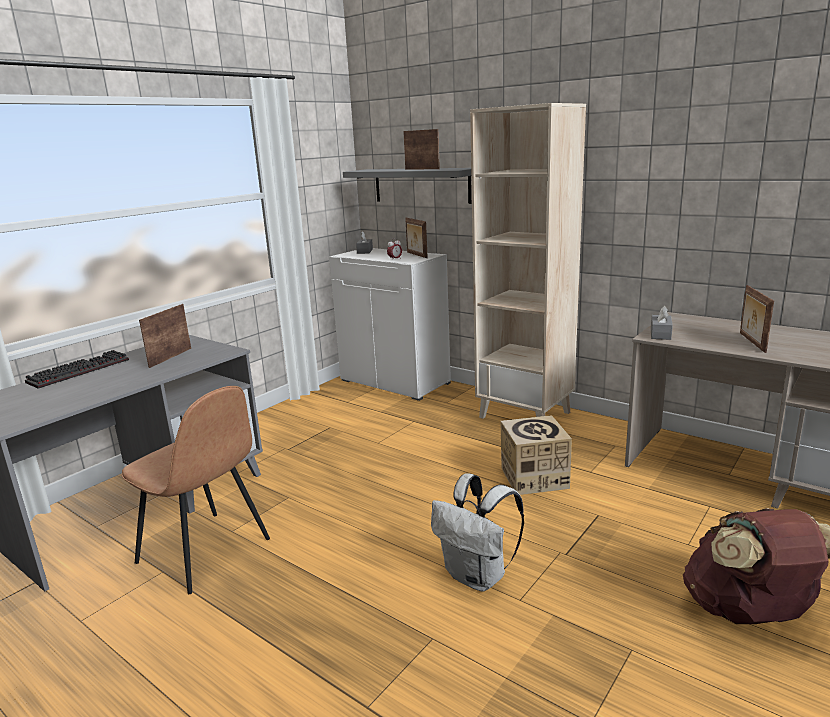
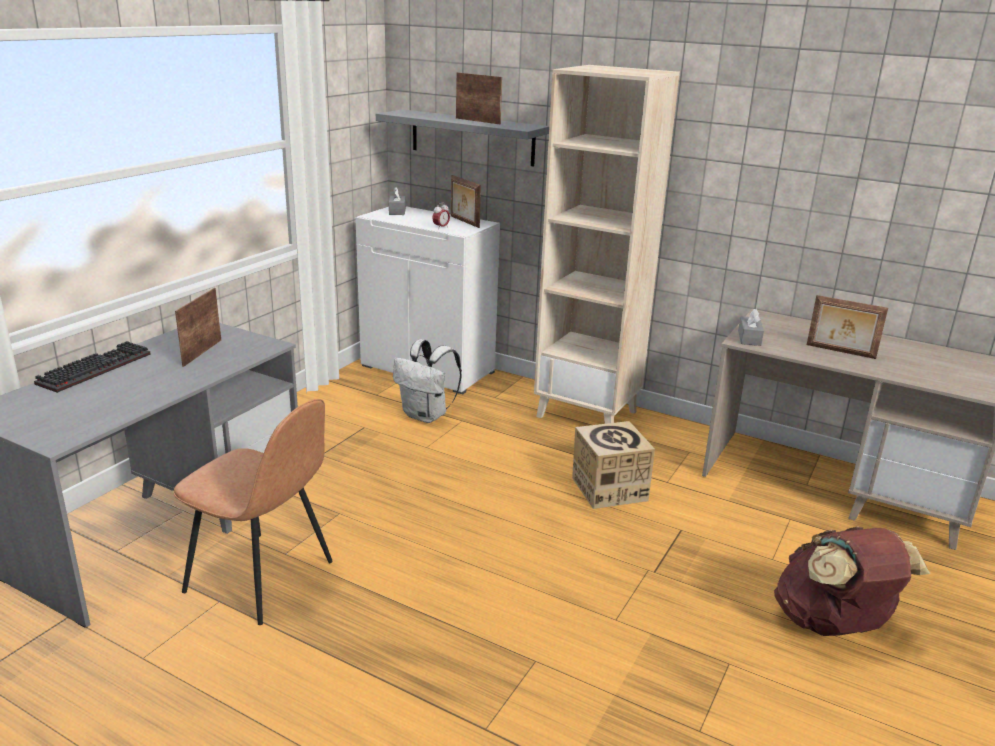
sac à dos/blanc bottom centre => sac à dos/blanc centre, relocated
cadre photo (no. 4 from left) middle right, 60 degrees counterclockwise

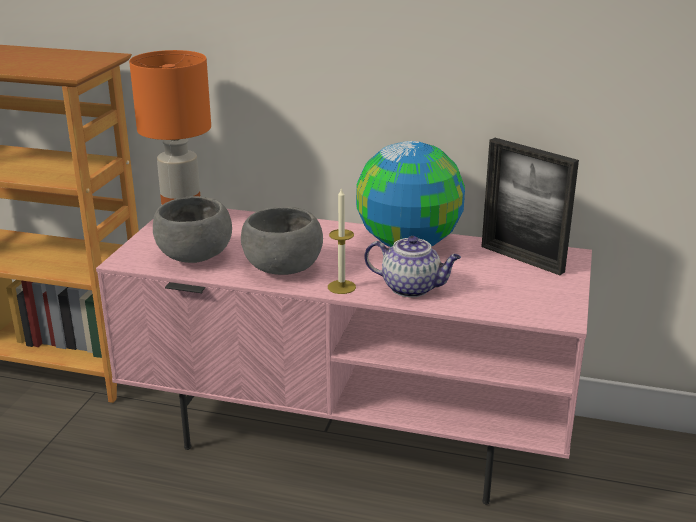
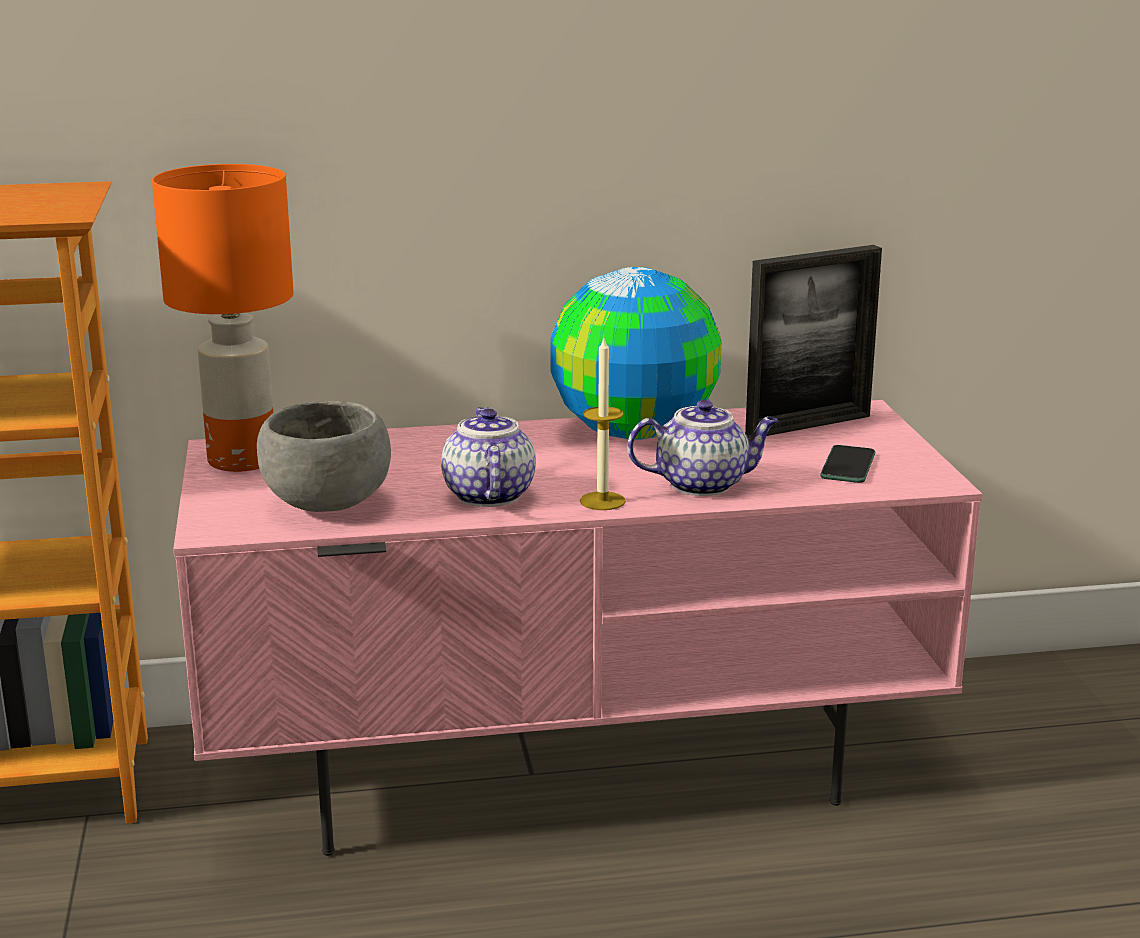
nothing => téléphone middle right
bol/gris (no. 2 from left) centre => théière (no. 1 from left) centre
cadre photo middle right, 45 degrees counterclockwise

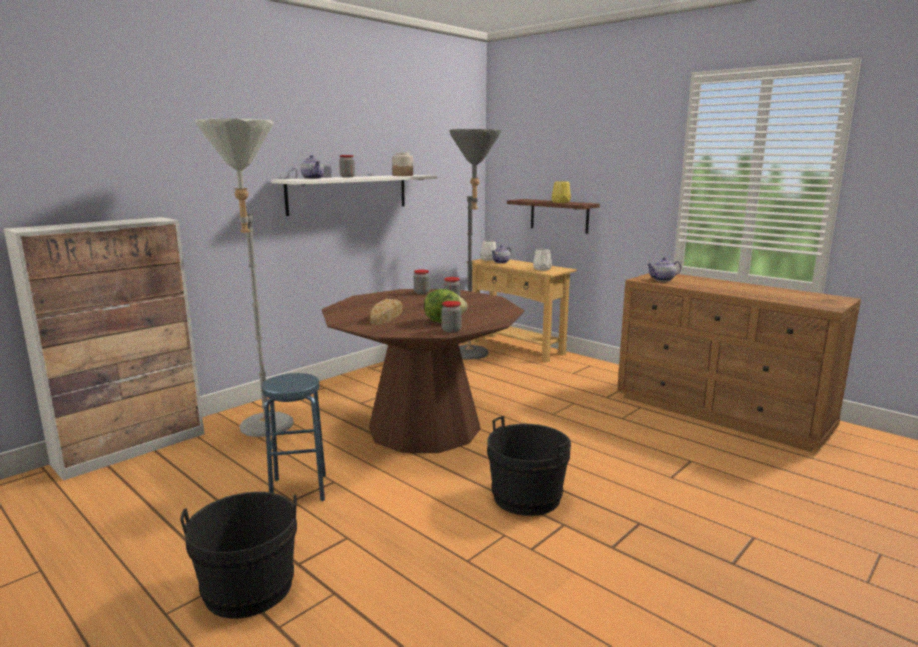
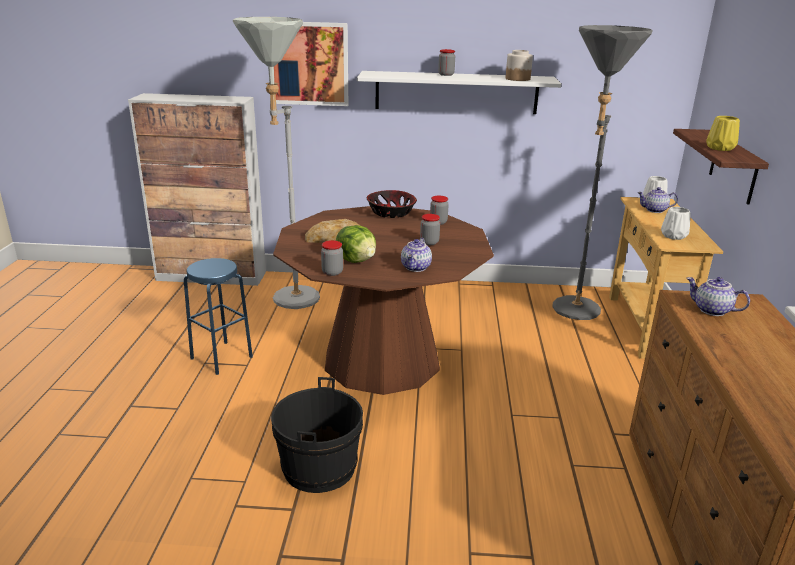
seau/noir (no. 1 from left) bottom left => nothing
nothing => tableau top centre
nothing => bol centre
théière (no. 1 from left) top centre => théière (no. 1 from left) centre, relocated

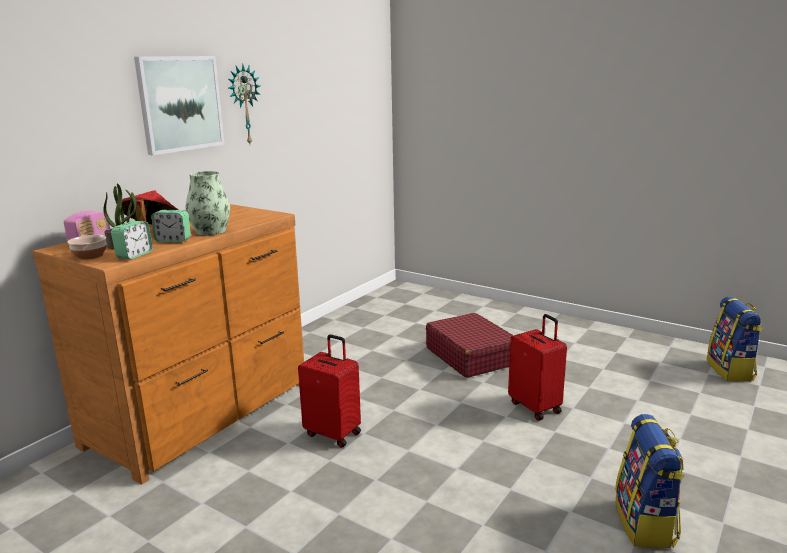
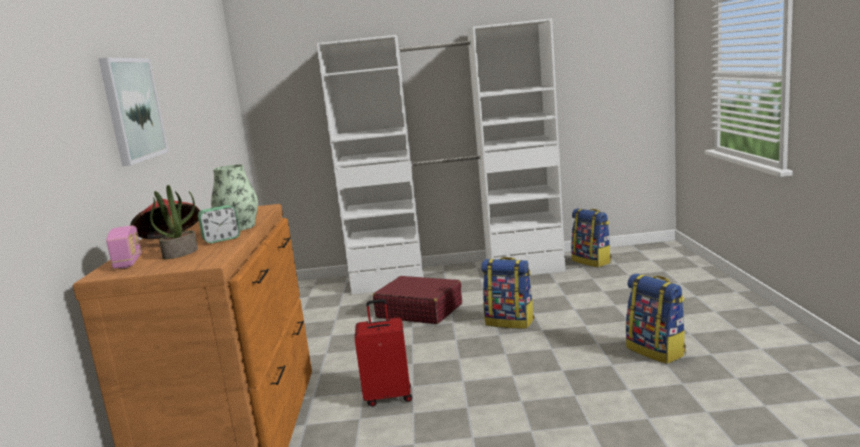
bol middle left => nothing
réveil (no. 1 from left) middle left => nothing
horloge murale top left => nothing
nothing => armoire/blanc centre
valise/rouge (no. 3 from left) middle right => sac à dos (no. 1 from left) centre

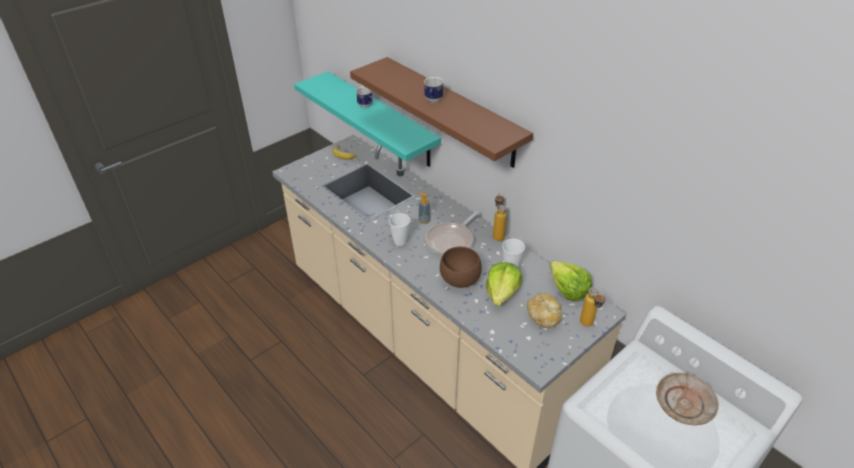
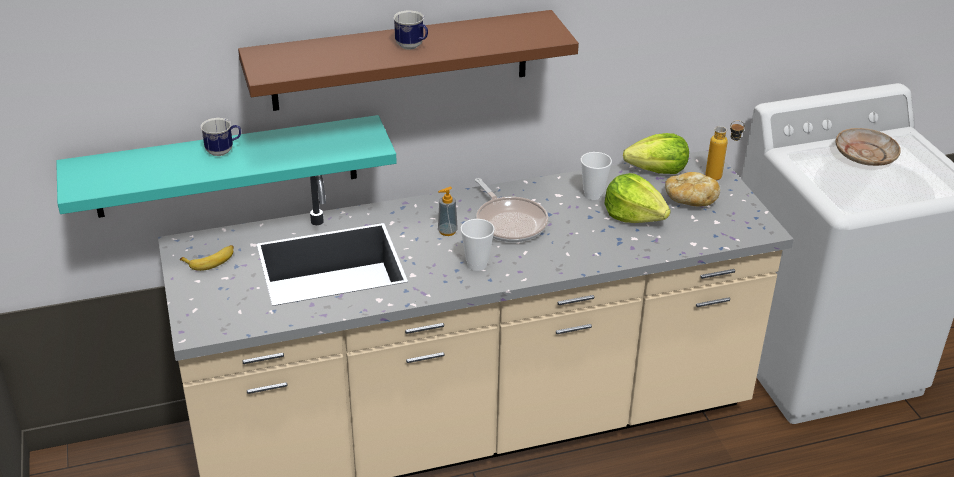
bol/marron centre => nothing
bouteille (no. 1 from left) centre => nothing

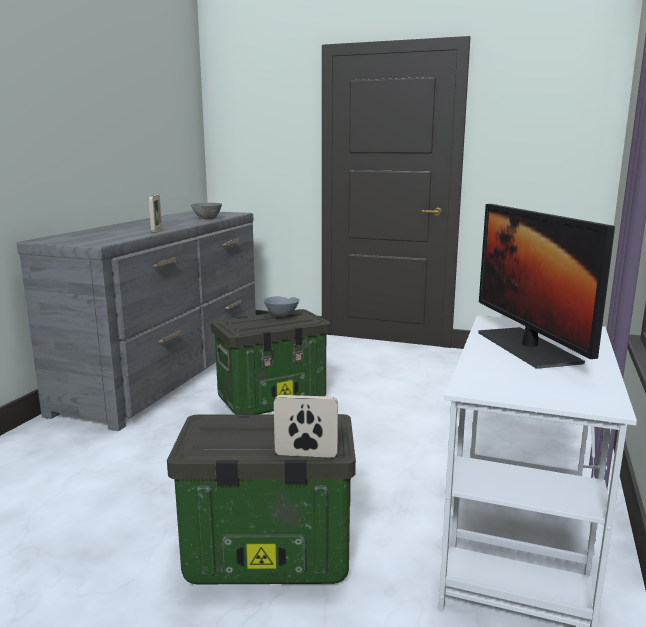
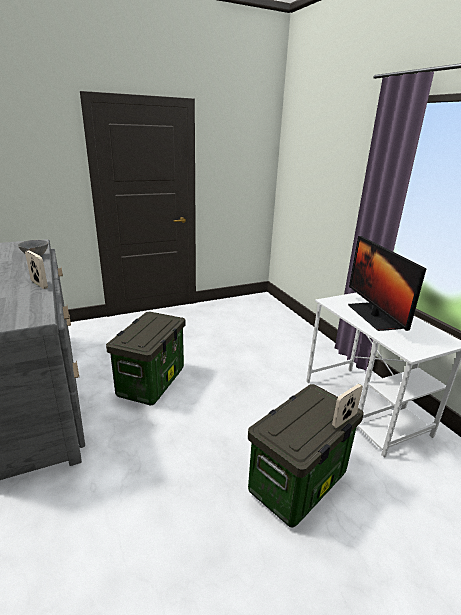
bol/gris (no. 2 from left) centre => nothing
écran d'ordinateur middle right, 45 degrees clockwise

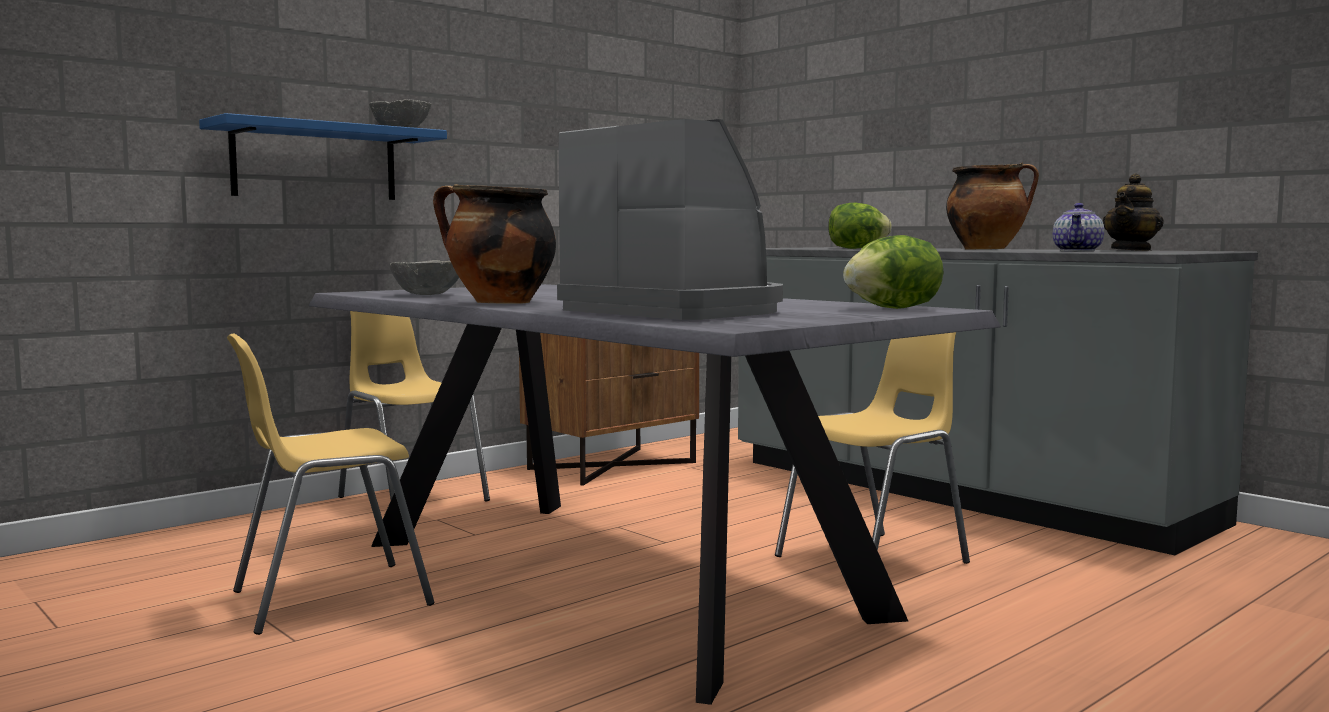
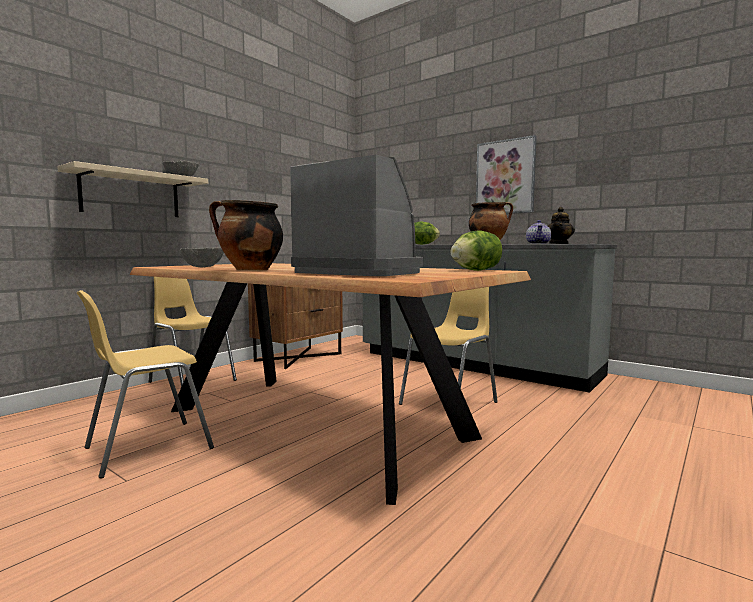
nothing => tableau top right
étagère/bleu top left => étagère/beige top left
table à manger/gris bottom centre => table à manger/marron centre

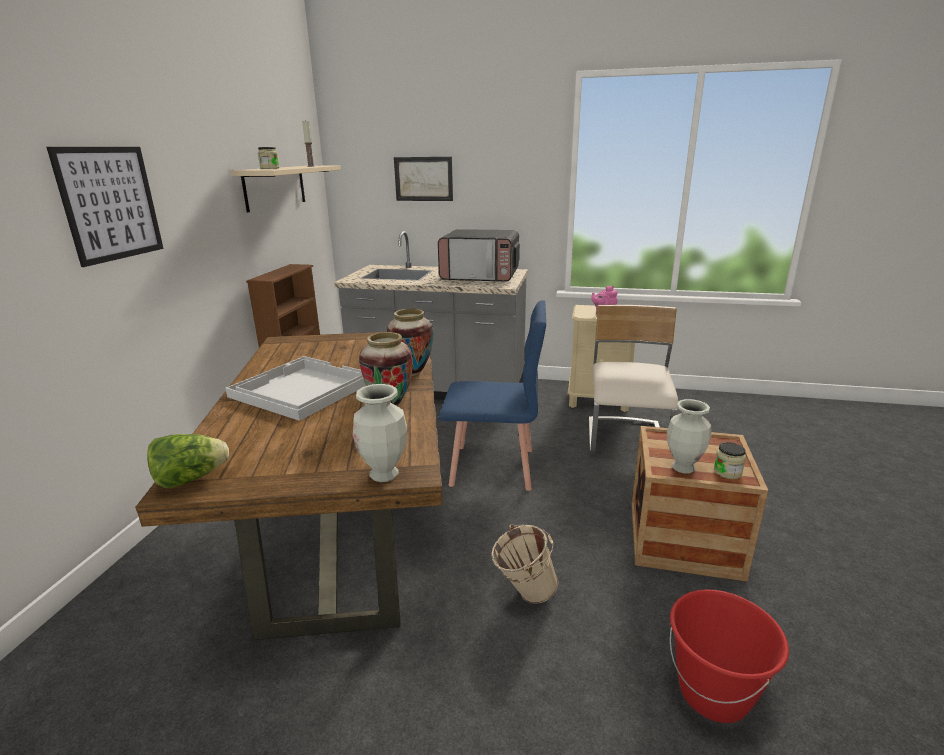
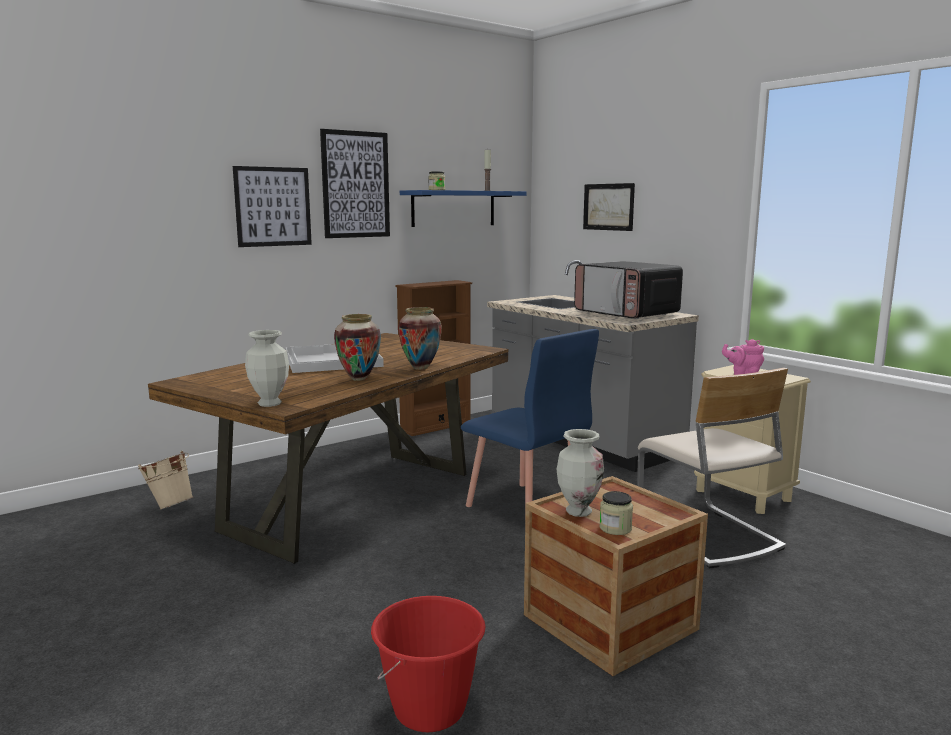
laitue middle left => nothing
nothing => tableau (no. 2 from left) top centre
seau/beige bottom centre => seau/beige middle left, relocated
étagère/beige top left => étagère/bleu top centre
chaise/beige middle right, 105 degrees clockwise

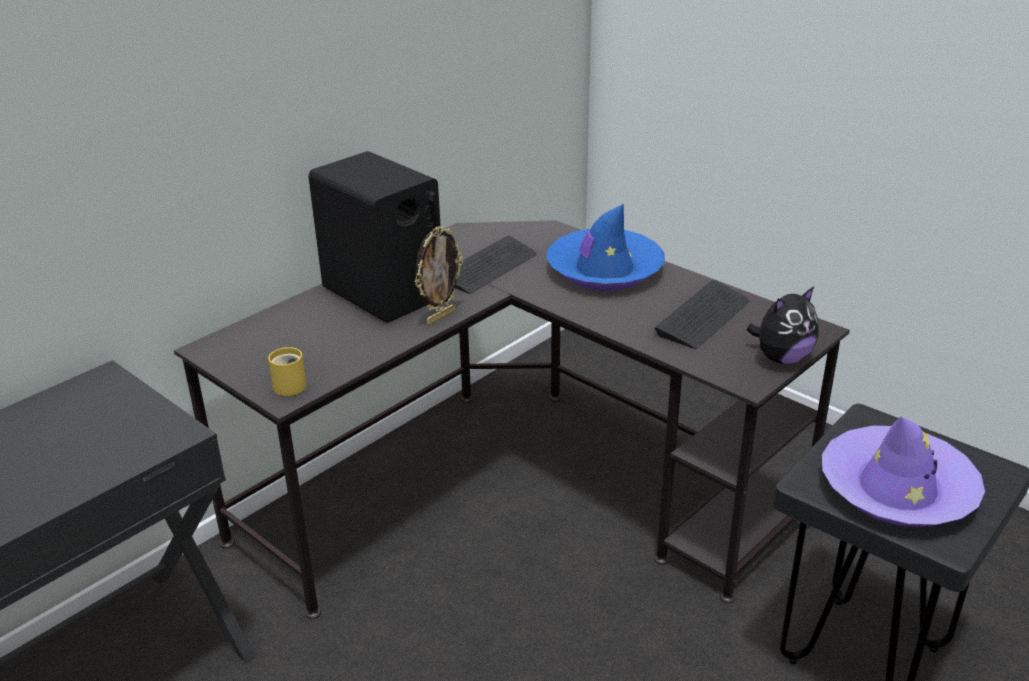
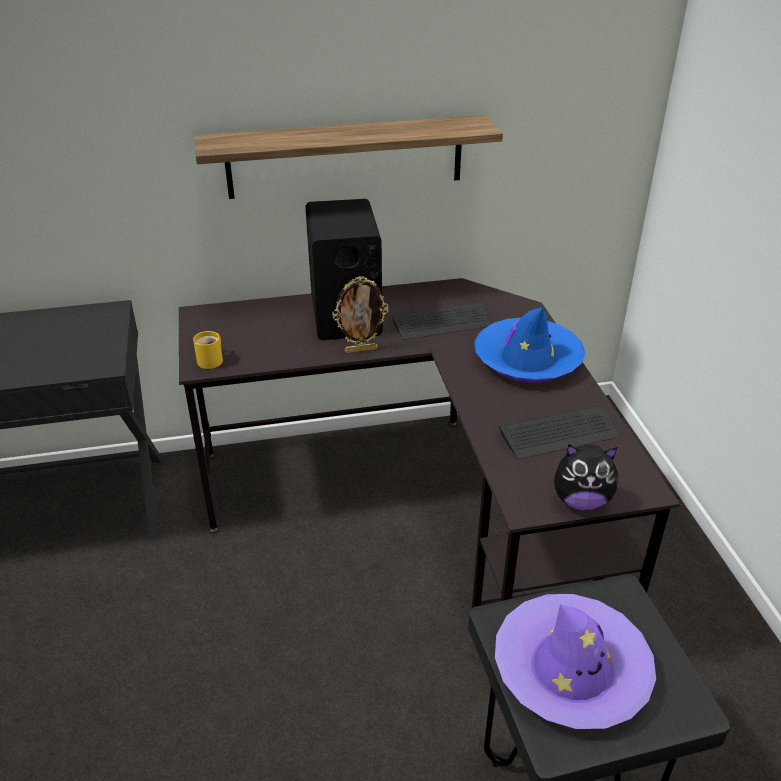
nothing => étagère top centre

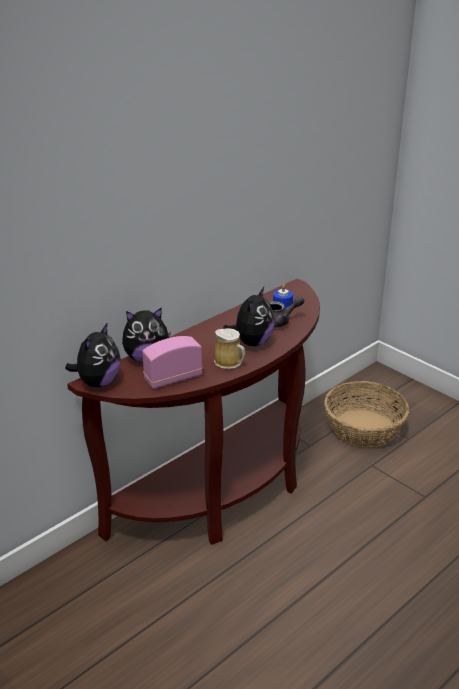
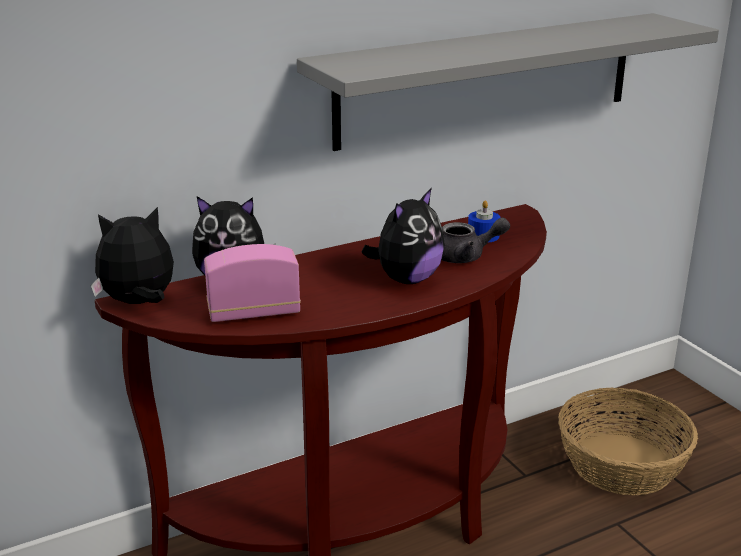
mug centre => nothing
nothing => étagère/gris top right
peluche (no. 1 from left) middle left, 150 degrees counterclockwise

